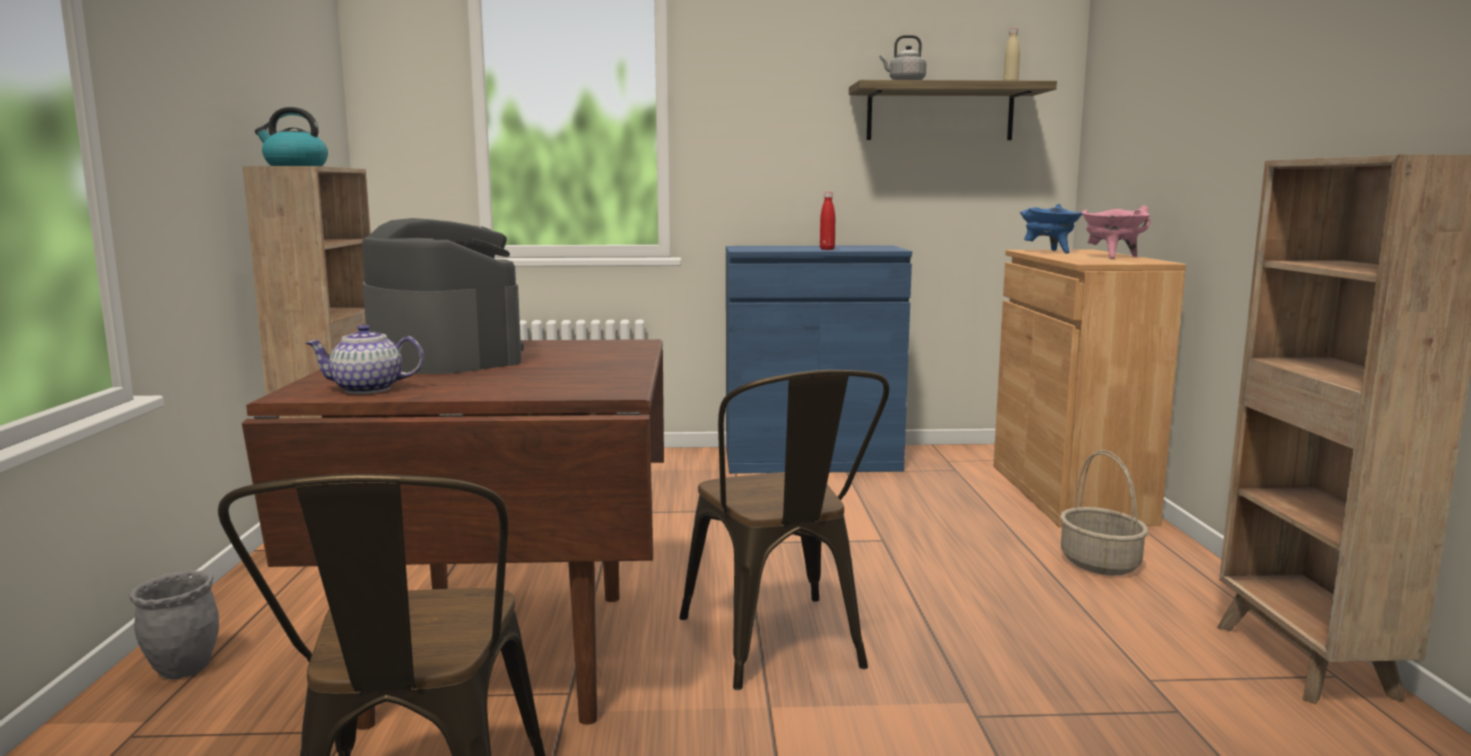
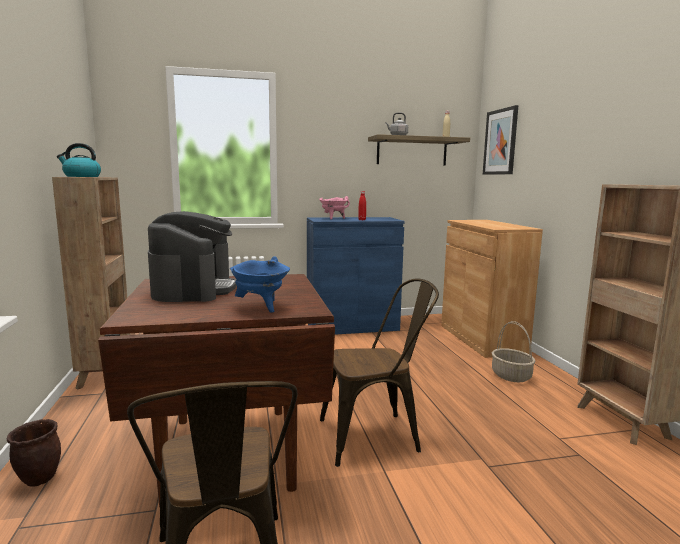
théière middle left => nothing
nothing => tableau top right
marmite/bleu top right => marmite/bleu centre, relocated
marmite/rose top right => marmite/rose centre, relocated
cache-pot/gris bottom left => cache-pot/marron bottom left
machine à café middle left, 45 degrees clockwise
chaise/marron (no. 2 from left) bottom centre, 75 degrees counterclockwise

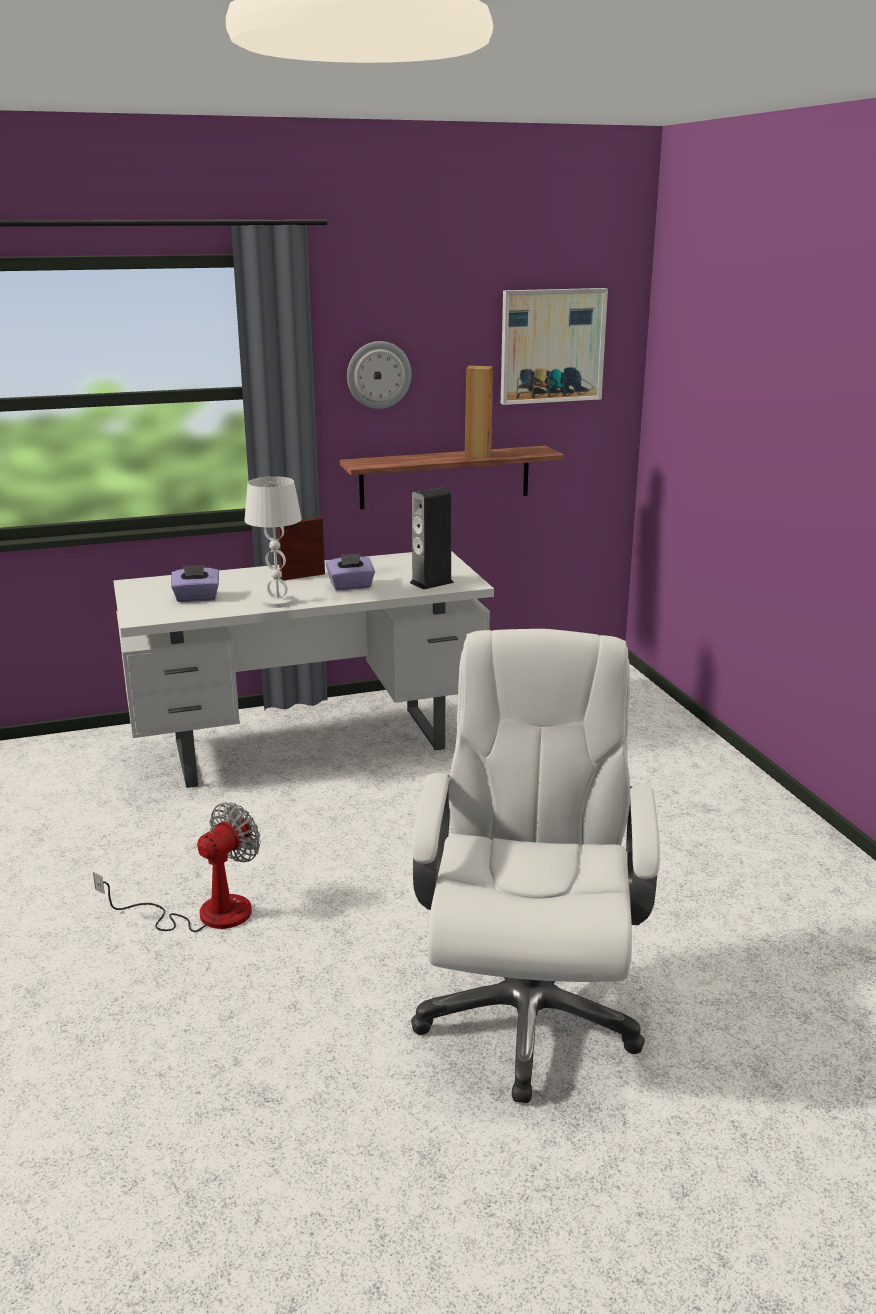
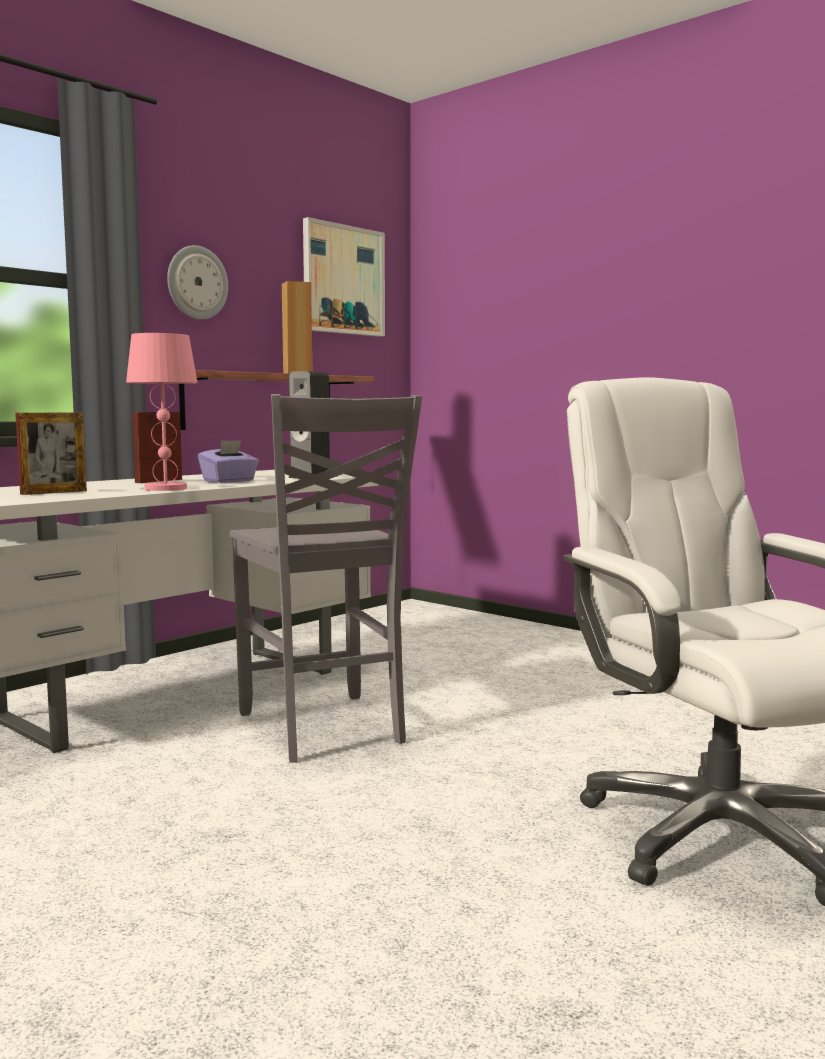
ventilateur middle left => nothing
nothing => chaise/gris centre
boîte à mouchoirs/violet (no. 1 from left) middle left => cadre photo (no. 1 from left) middle left
lampe de table/blanc middle left => lampe de table/rose middle left

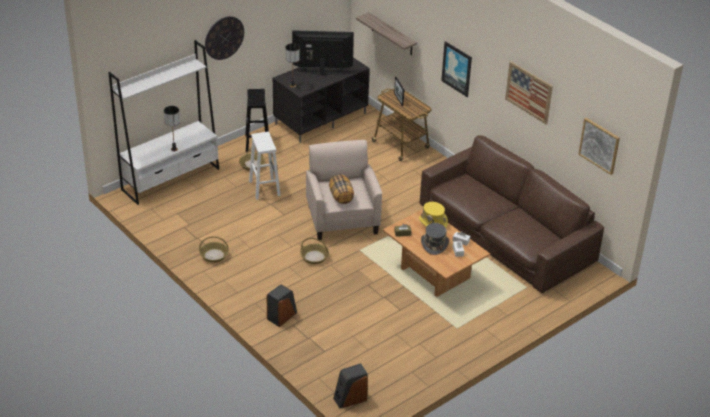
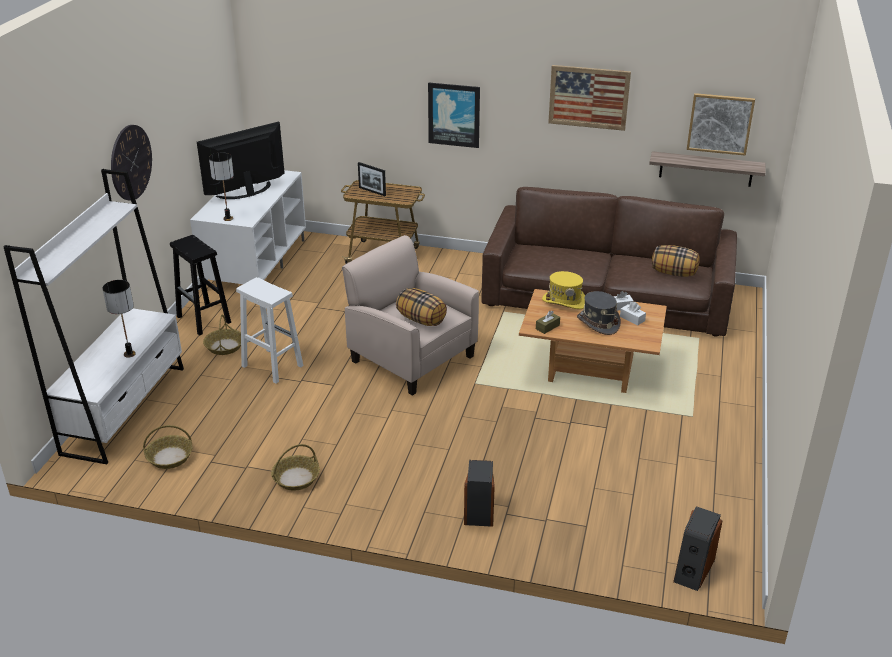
nothing => coussin (no. 2 from left) middle right
panier (no. 3 from left in the first image) centre => panier (no. 1 from left) bottom left, relocated
étagère top centre => étagère top right, relocated
meuble télé/noir top centre => meuble télé/blanc middle left

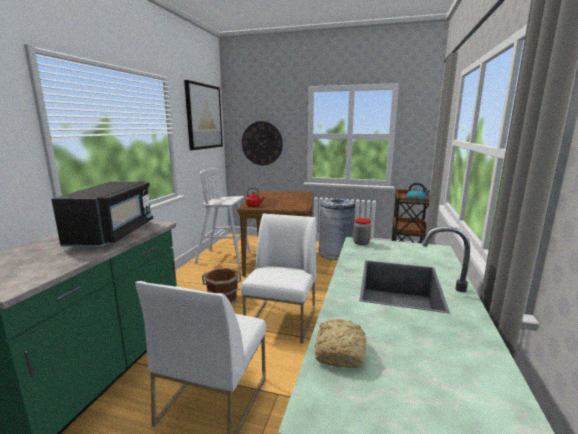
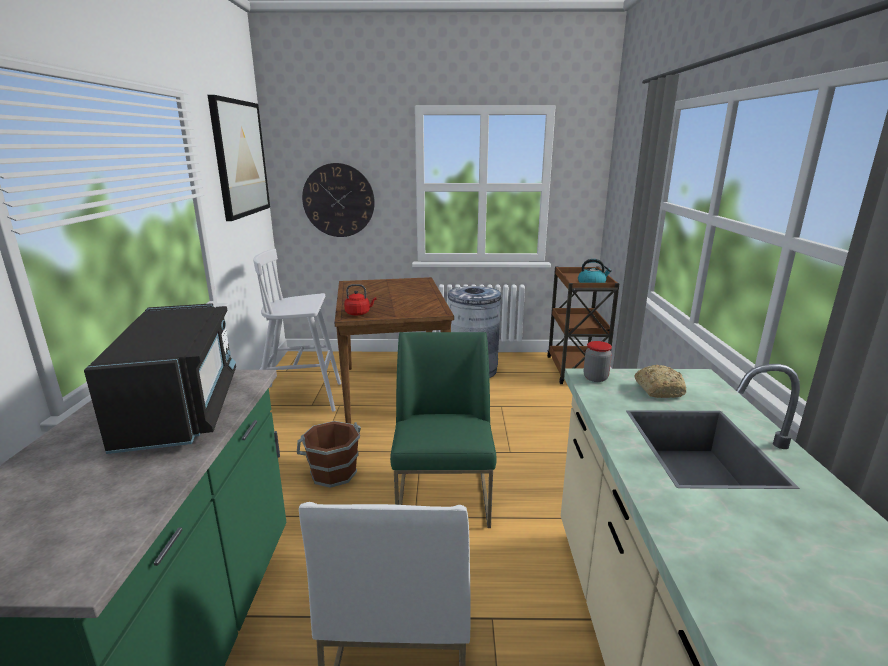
pain bottom centre => pain middle right, relocated
chaise/blanc (no. 2 from left) centre => chaise/vert centre

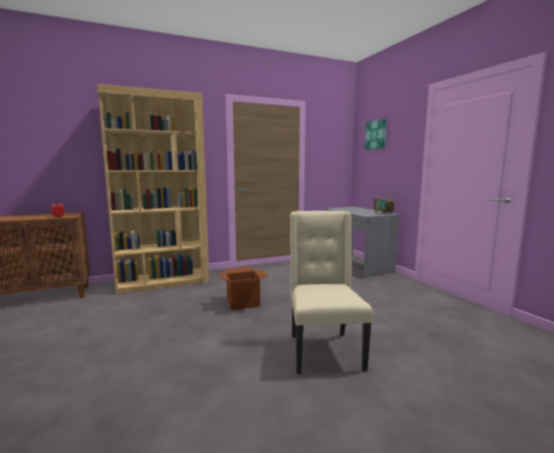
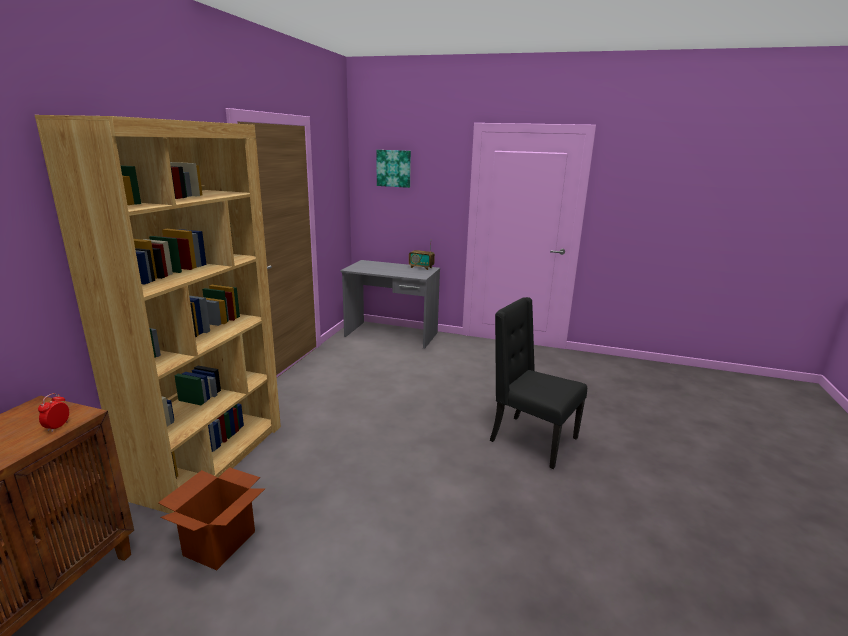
carton centre => carton bottom left, relocated
chaise/beige centre => chaise/noir centre

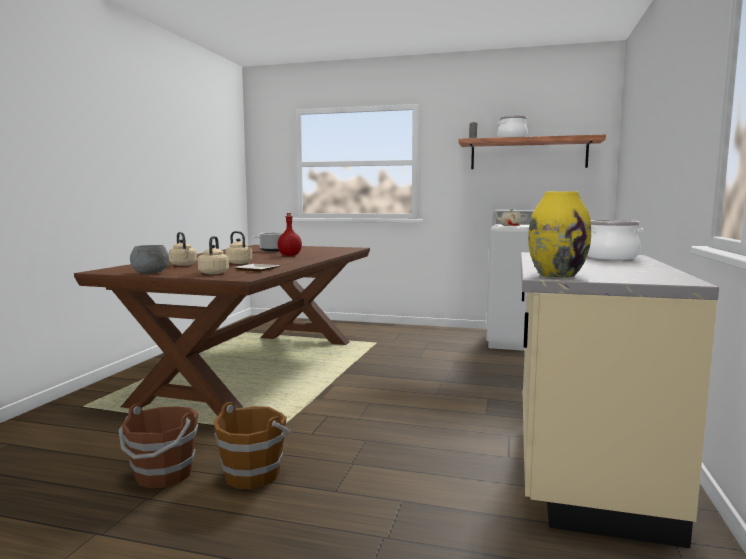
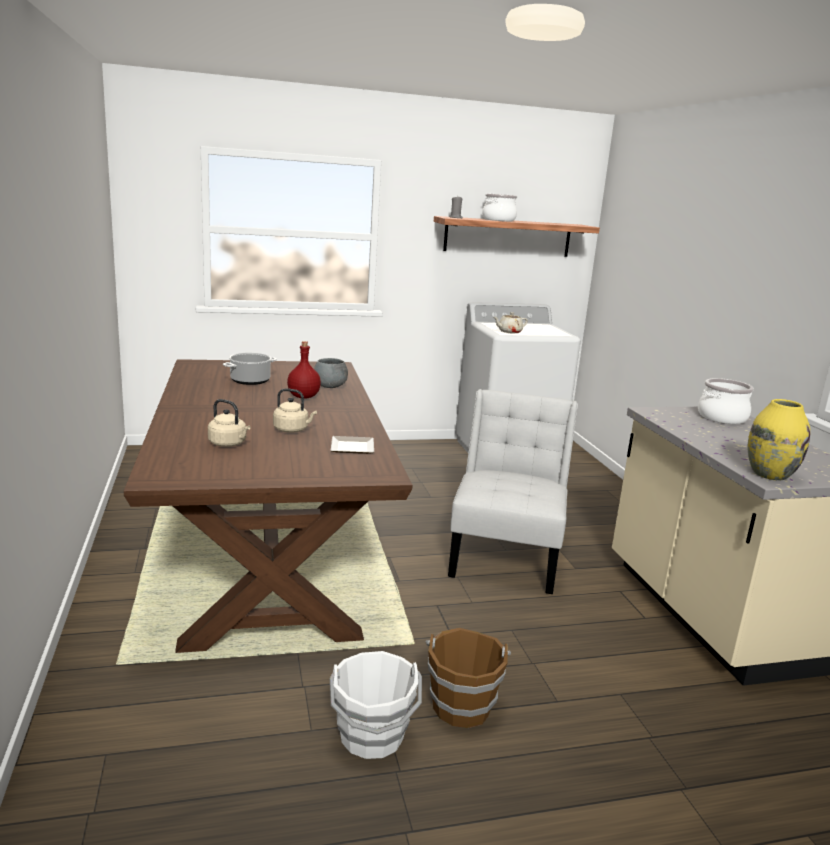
bouilloire/beige (no. 2 from left) middle left => nothing
nothing => chaise/blanc centre
bol/gris middle left => bol/gris centre, relocated
seau/marron (no. 1 from left) bottom left => seau/blanc bottom centre

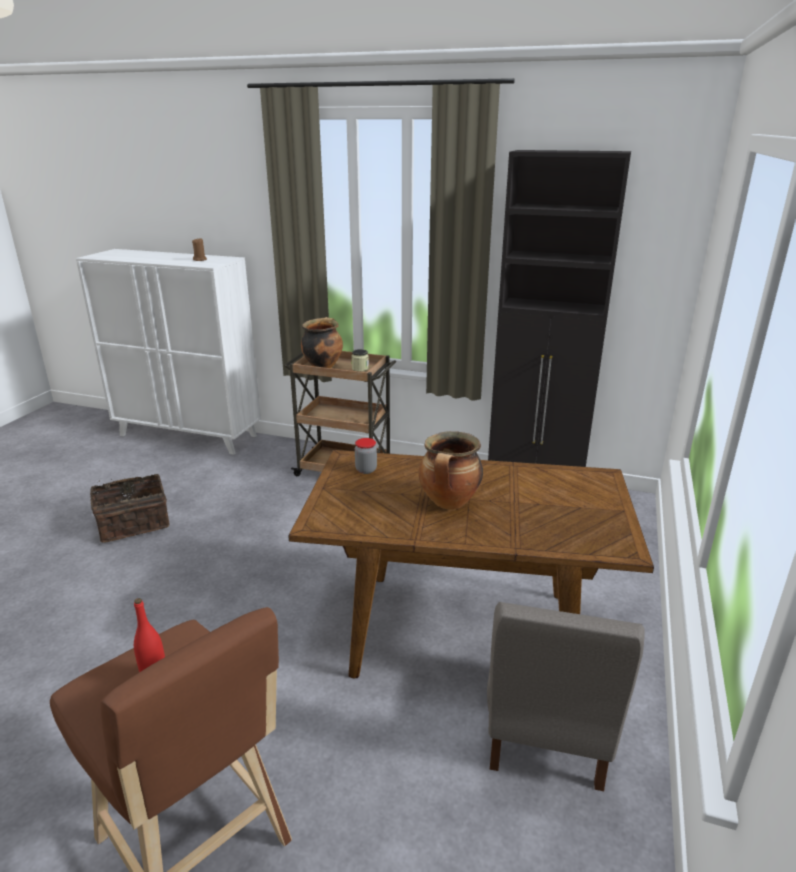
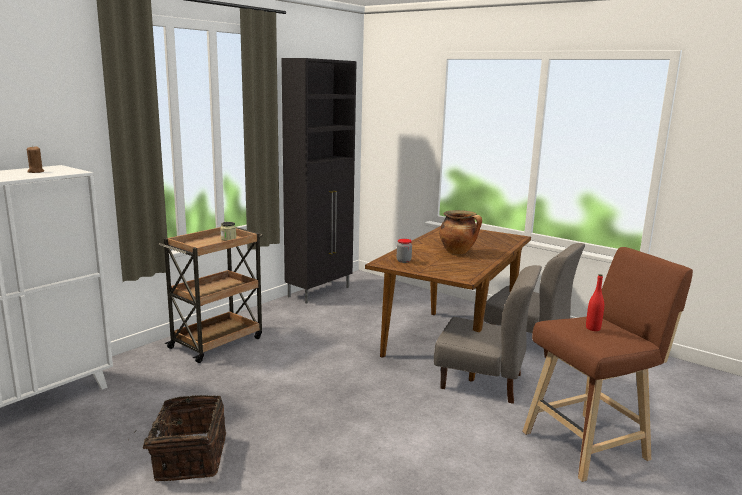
marmite (no. 1 from left) centre => nothing
nothing => chaise/gris (no. 1 from left) bottom centre

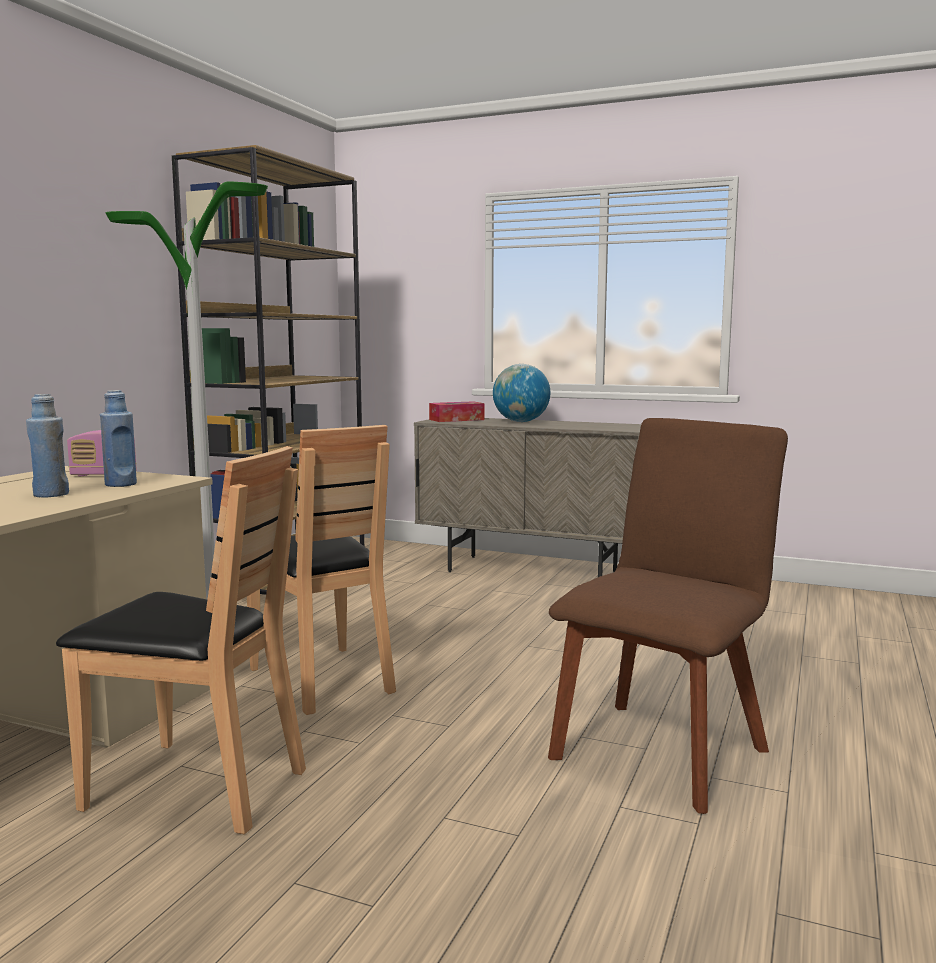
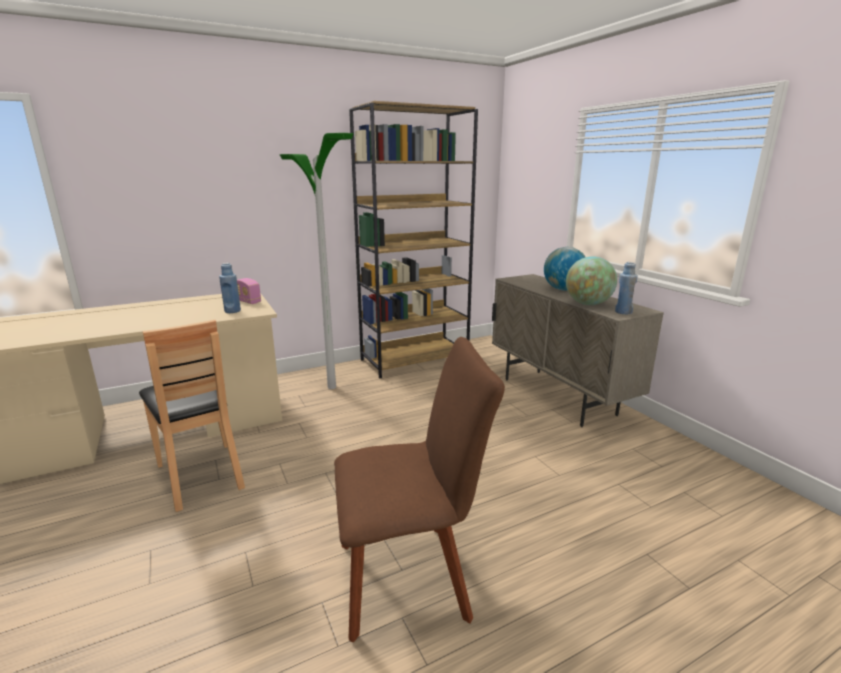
chaise/marron (no. 2 from left) centre => nothing
boîte à mouchoirs centre => nothing
nothing => globe (no. 2 from left) middle right
bouteille/bleu (no. 1 from left in the first image) middle left => bouteille/bleu (no. 2 from left) middle right, relocated

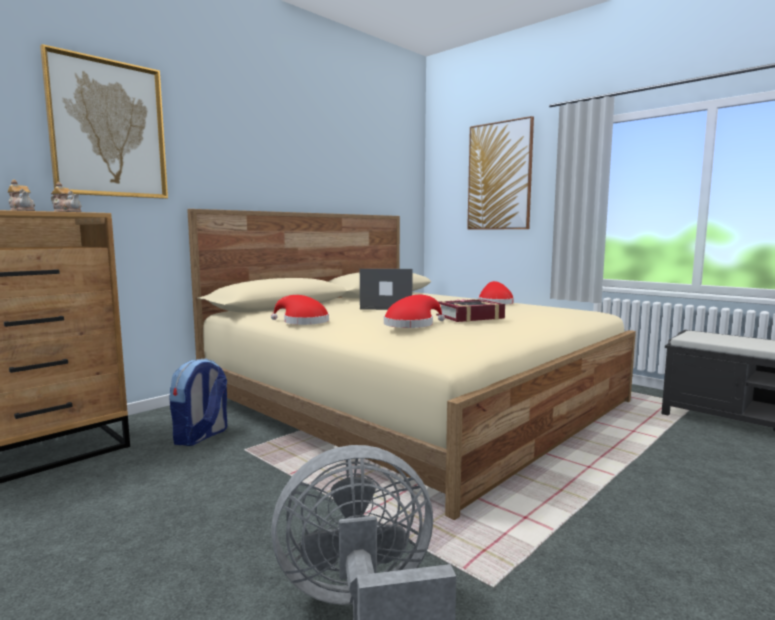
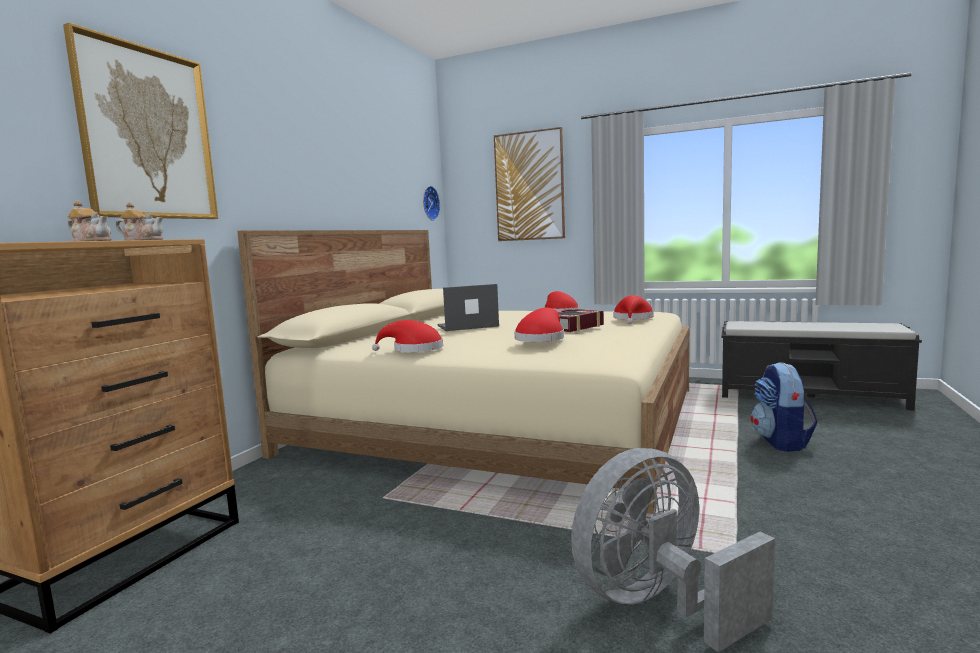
nothing => horloge murale top centre
nothing => chapeau/rouge (no. 4 from left) centre
sac à dos middle left => sac à dos middle right, relocated

